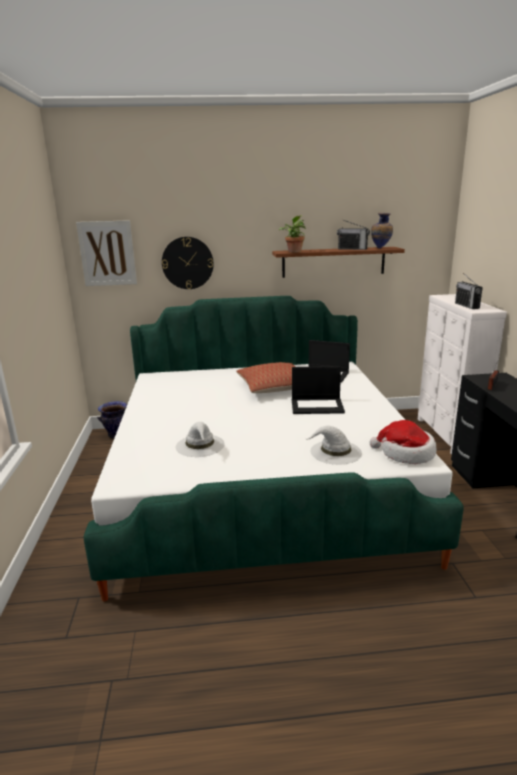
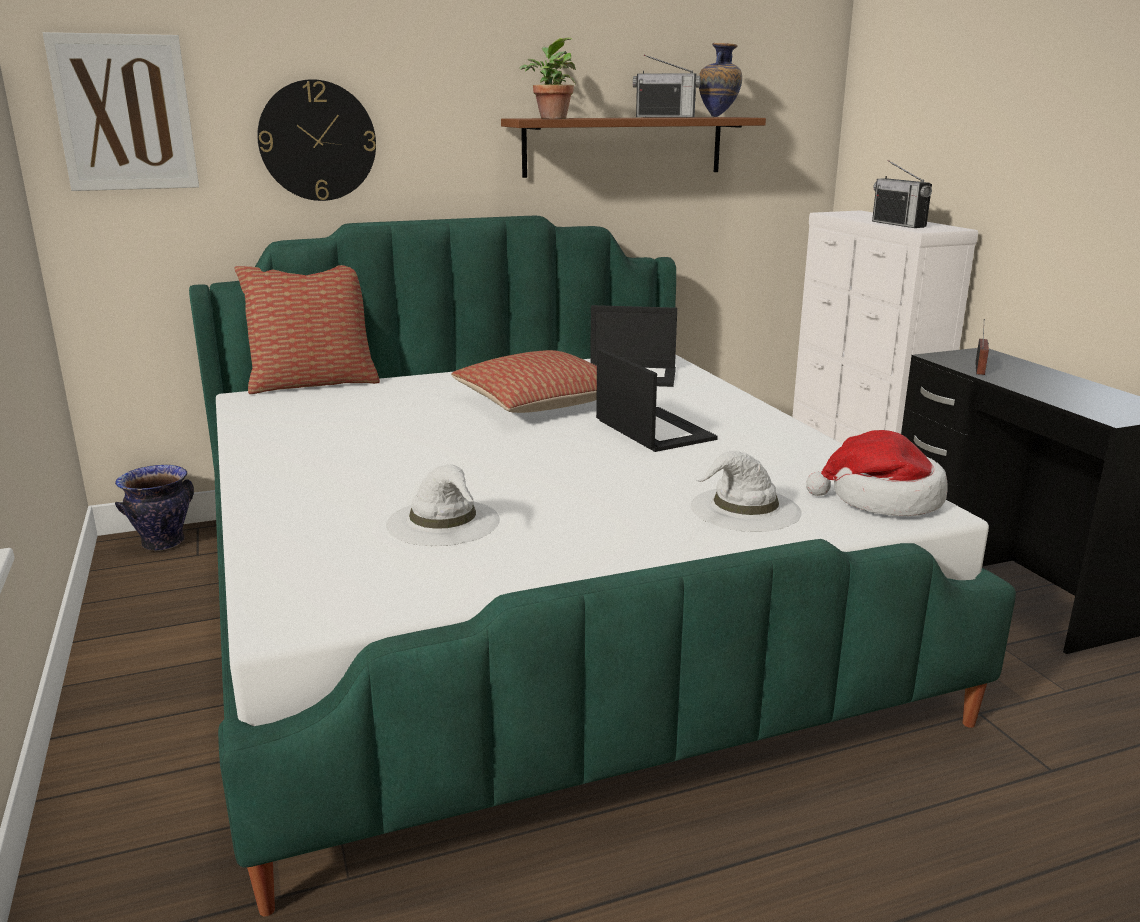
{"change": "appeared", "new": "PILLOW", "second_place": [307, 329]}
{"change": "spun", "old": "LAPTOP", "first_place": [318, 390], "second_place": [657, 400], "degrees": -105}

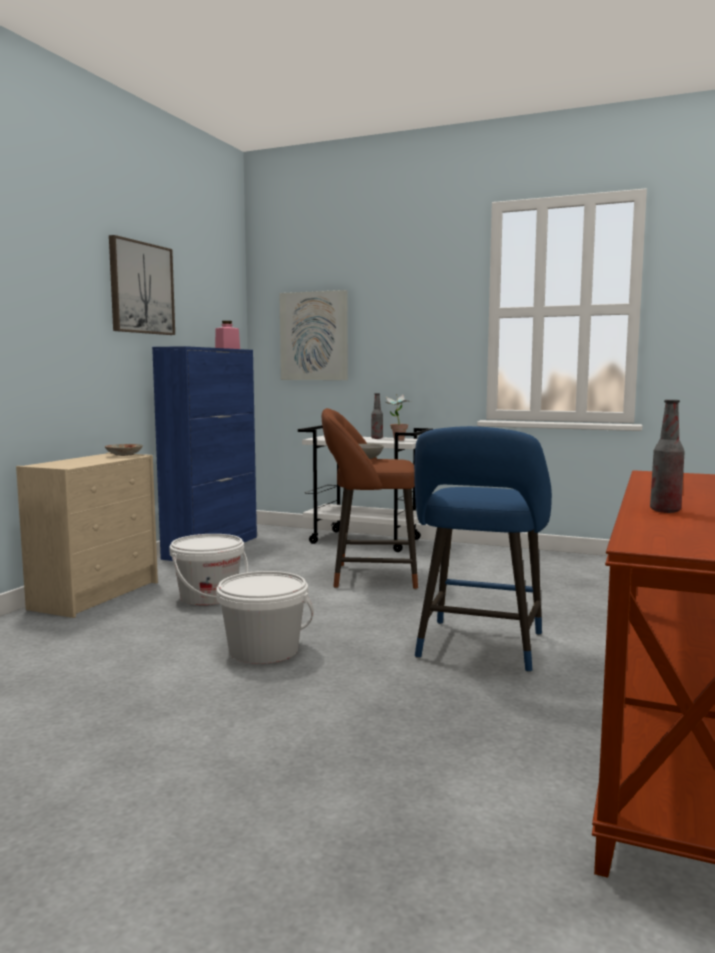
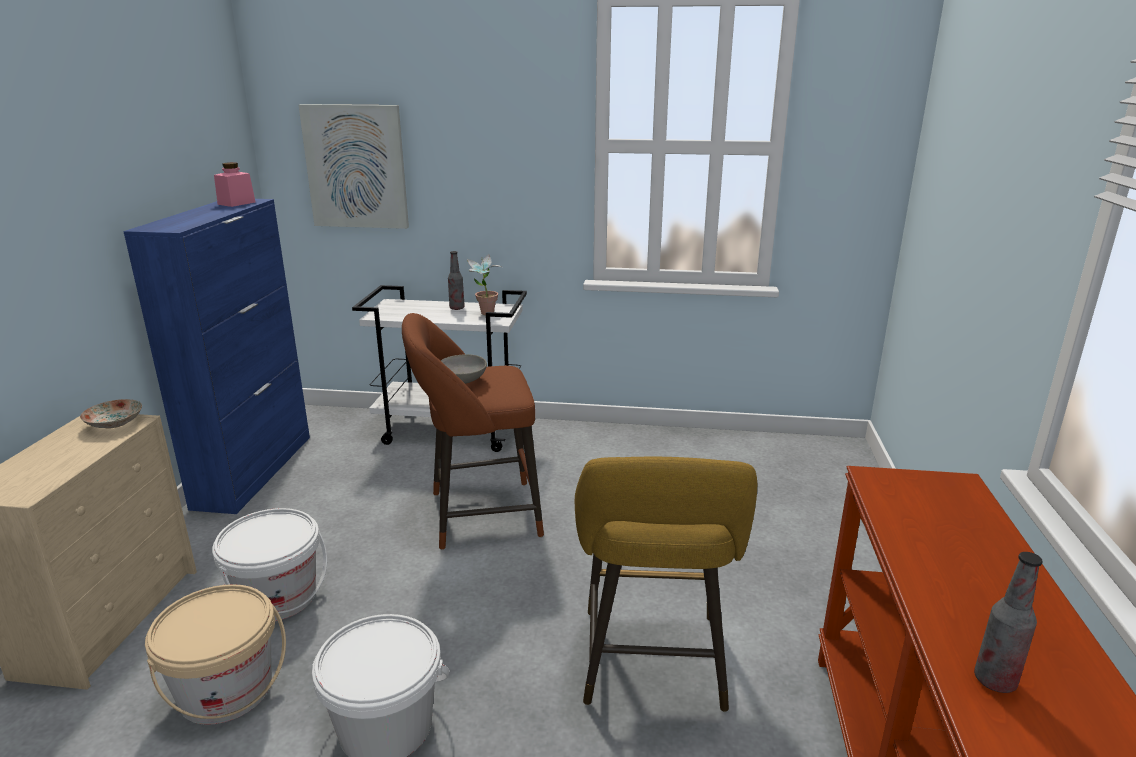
{"change": "missing", "old": "PICTURE", "first_place": [142, 285]}
{"change": "appeared", "new": "BEIGE BUCKET", "second_place": [215, 654]}
{"change": "colour", "old": "BLUE STOOL", "new": "YELLOW STOOL", "first_place": [483, 549], "second_place": [666, 584]}

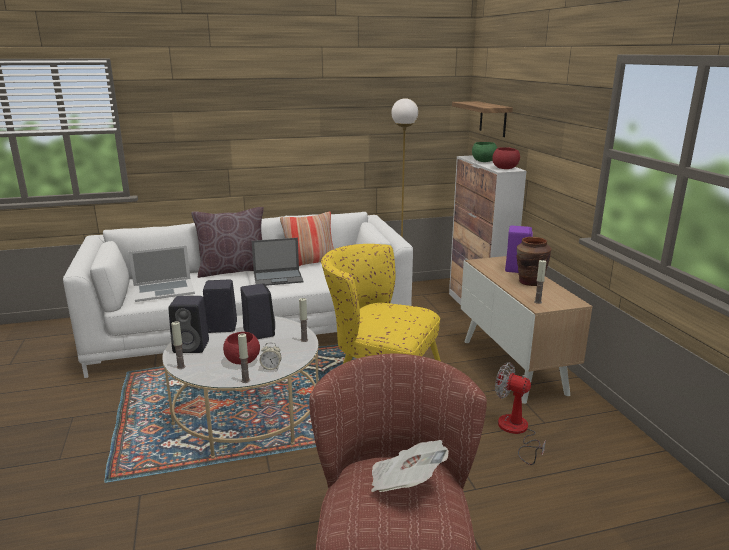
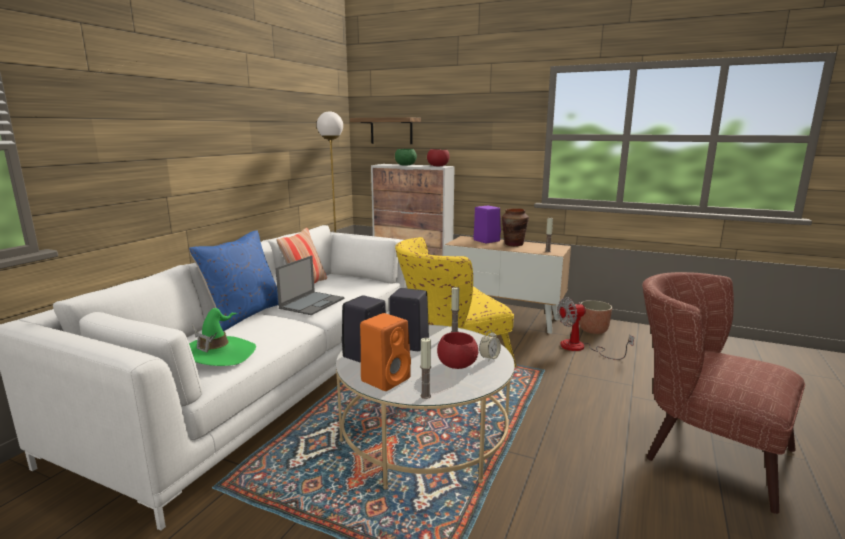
{"change": "missing", "old": "CANDLE", "first_place": [244, 358]}
{"change": "missing", "old": "NEWSPAPER", "first_place": [410, 466]}
{"change": "appeared", "new": "PLANTER", "second_place": [595, 317]}
{"change": "exchanged", "old": "LAPTOP", "new": "GREEN HAT", "first_place": [162, 274], "second_place": [222, 337]}
{"change": "colour", "old": "BLACK SPEAKER", "new": "ORANGE SPEAKER", "first_place": [189, 324], "second_place": [385, 352]}
{"change": "colour", "old": "BROWN PILLOW", "new": "BLUE PILLOW", "first_place": [227, 242], "second_place": [233, 280]}

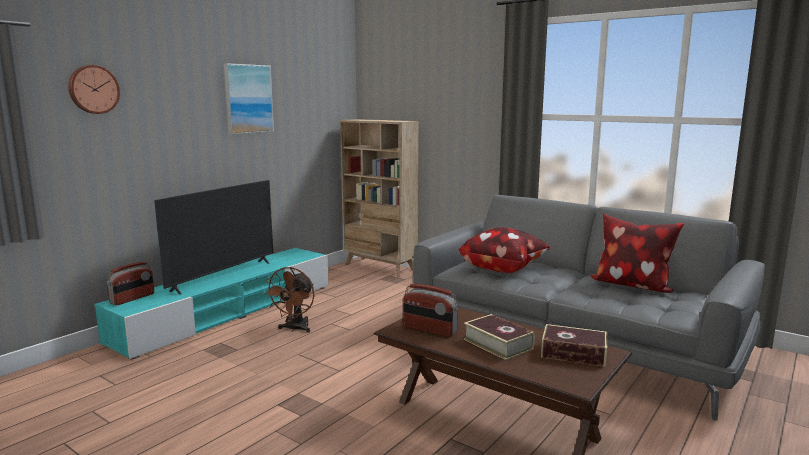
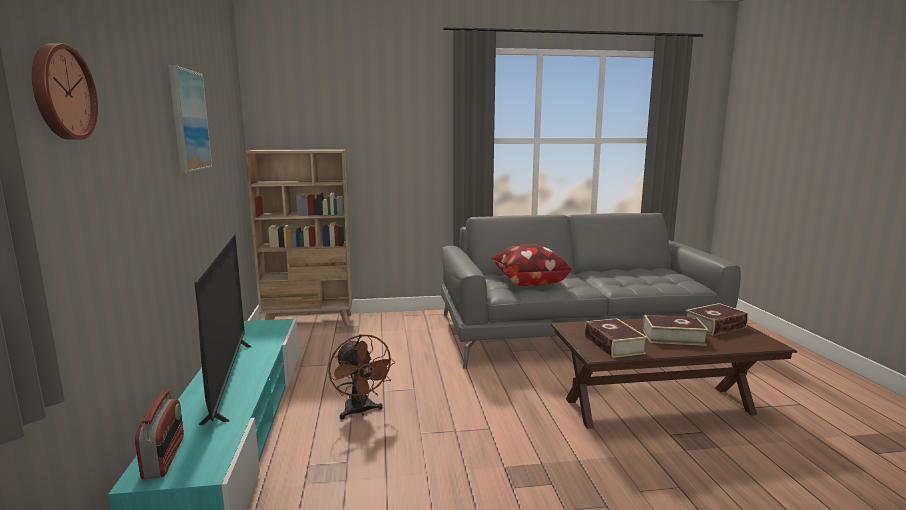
{"change": "missing", "old": "PILLOW", "first_place": [637, 253]}
{"change": "exchanged", "old": "RADIO", "new": "BOOK", "first_place": [431, 310], "second_place": [616, 338]}

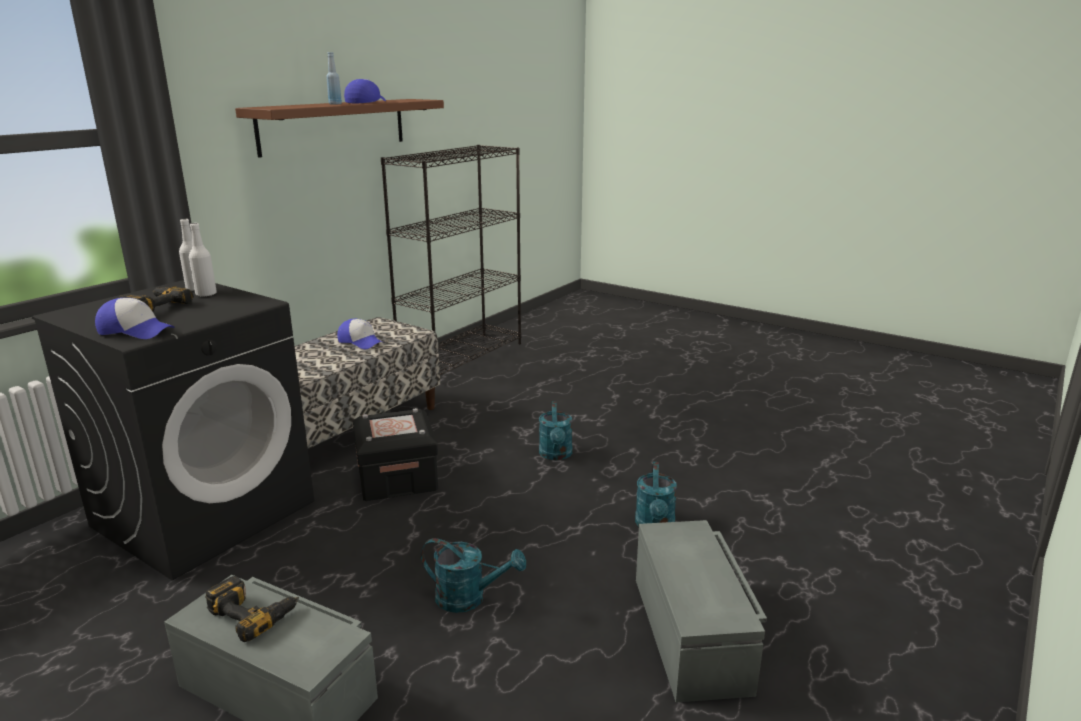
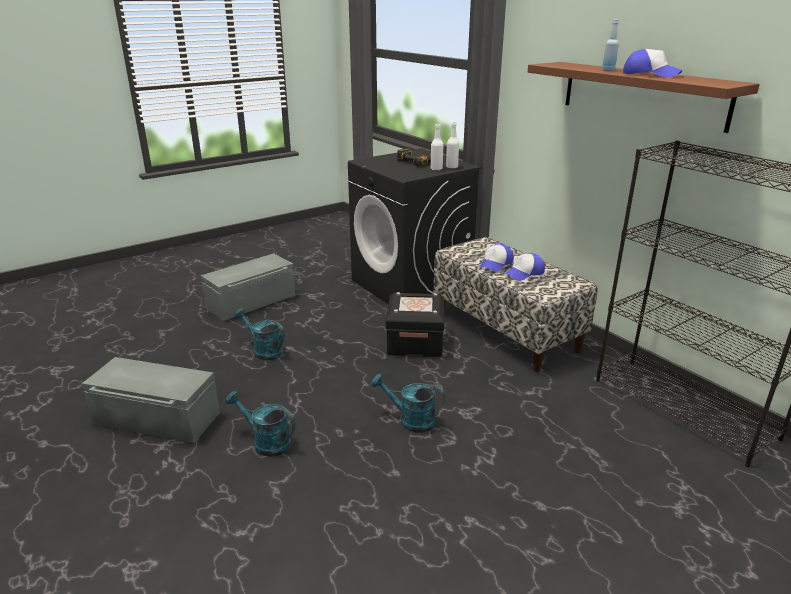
{"change": "missing", "old": "POWER DRILL", "first_place": [252, 609]}
{"change": "relocated", "old": "CAP", "first_place": [134, 318], "second_place": [496, 258]}
{"change": "spun", "old": "TURQUOISE WATERING CAN", "first_place": [473, 575], "second_place": [260, 334], "degrees": 90}

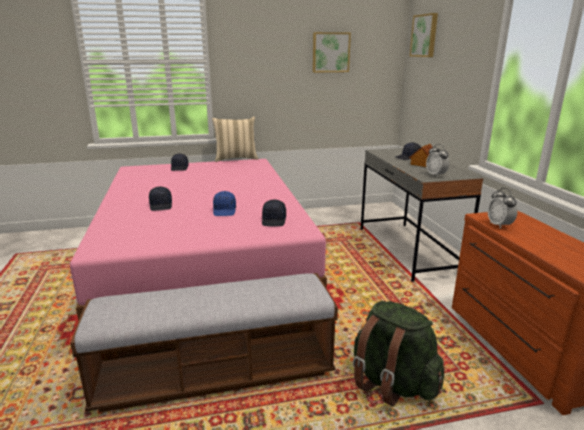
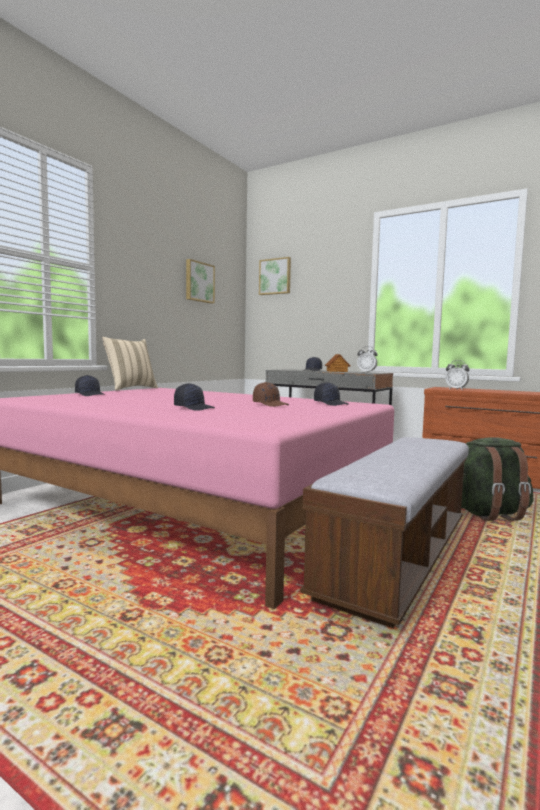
{"change": "colour", "old": "BLUE CAP", "new": "BROWN CAP", "first_place": [224, 203], "second_place": [271, 394]}

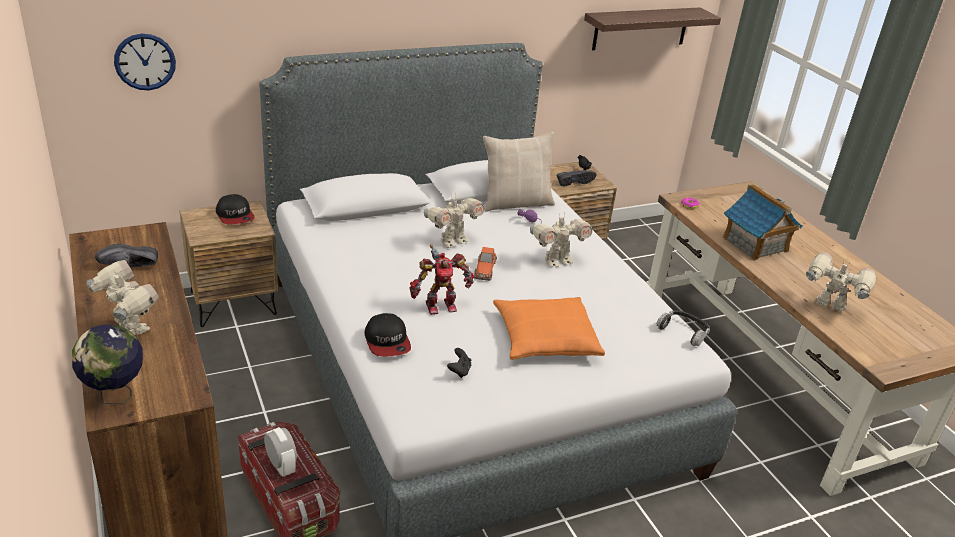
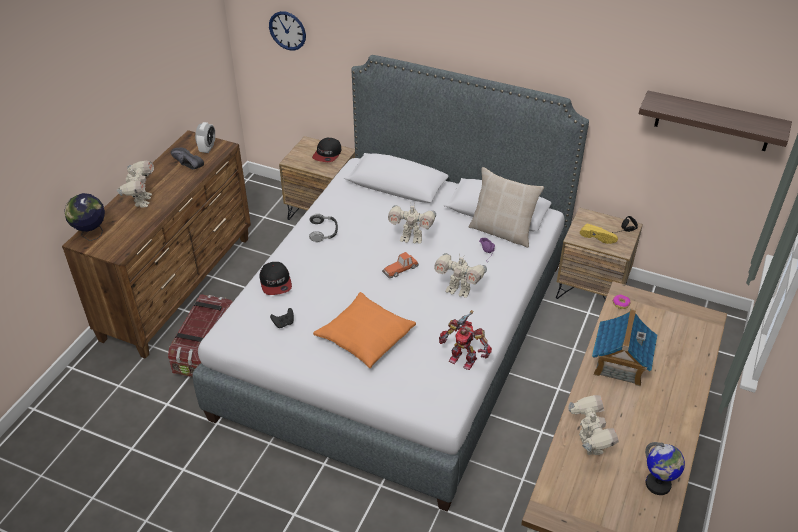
{"change": "appeared", "new": "GLOBE", "second_place": [665, 468]}
{"change": "relocated", "old": "ALARM CLOCK", "first_place": [280, 452], "second_place": [205, 137]}
{"change": "relocated", "old": "TOY ROBOT", "first_place": [442, 279], "second_place": [465, 340]}
{"change": "relocated", "old": "HEADPHONES", "first_place": [683, 328], "second_place": [323, 228]}
{"change": "colour", "old": "BLACK SHOE", "new": "YELLOW SHOE", "first_place": [577, 178], "second_place": [599, 234]}
{"change": "spun", "old": "CAP", "first_place": [387, 335], "second_place": [275, 278], "degrees": -45}

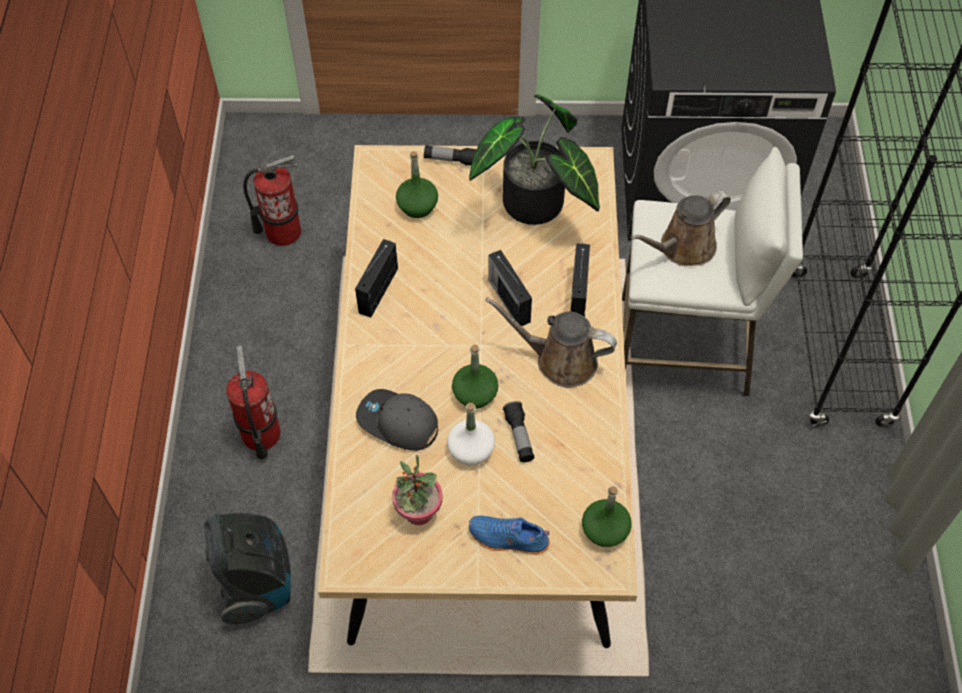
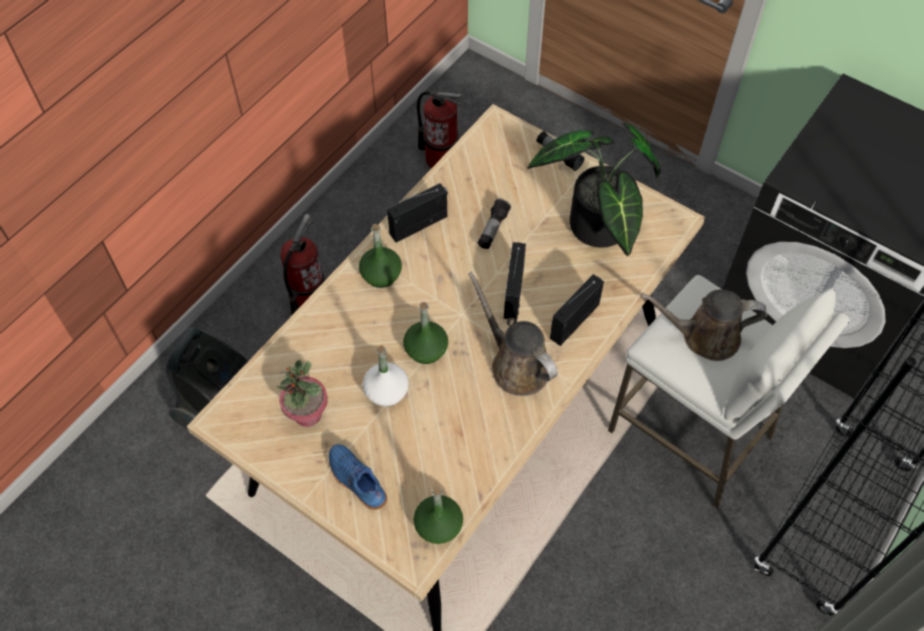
{"change": "missing", "old": "GREY CAP", "first_place": [397, 420]}
{"change": "relocated", "old": "GREEN BOTTLE", "first_place": [417, 184], "second_place": [380, 256]}
{"change": "relocated", "old": "FLASHLIGHT", "first_place": [518, 431], "second_place": [494, 224]}

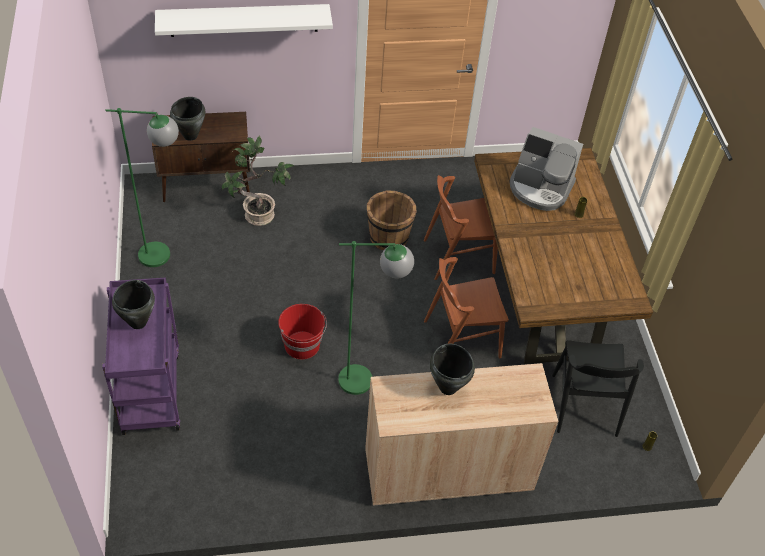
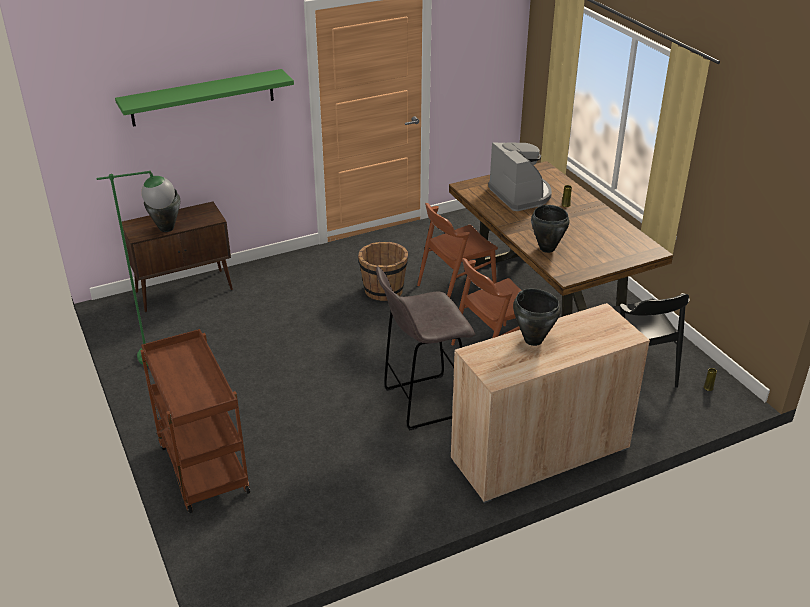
{"change": "missing", "old": "POTTED PLANT", "first_place": [258, 181]}
{"change": "missing", "old": "RED BUCKET", "first_place": [302, 331]}
{"change": "relocated", "old": "BLACK COOKING POT", "first_place": [133, 304], "second_place": [550, 229]}
{"change": "exchanged", "old": "GREEN FLOOR LAMP", "new": "GREY STOOL", "first_place": [376, 318], "second_place": [425, 349]}
{"change": "colour", "old": "PURPLE CART", "new": "BROWN CART", "first_place": [141, 356], "second_place": [195, 421]}
{"change": "colour", "old": "WHITE SHELF", "new": "GREEN SHELF", "first_place": [244, 20], "second_place": [204, 97]}
{"change": "spun", "old": "COFFEE MACHINE", "first_place": [546, 169], "second_place": [520, 176], "degrees": -120}

